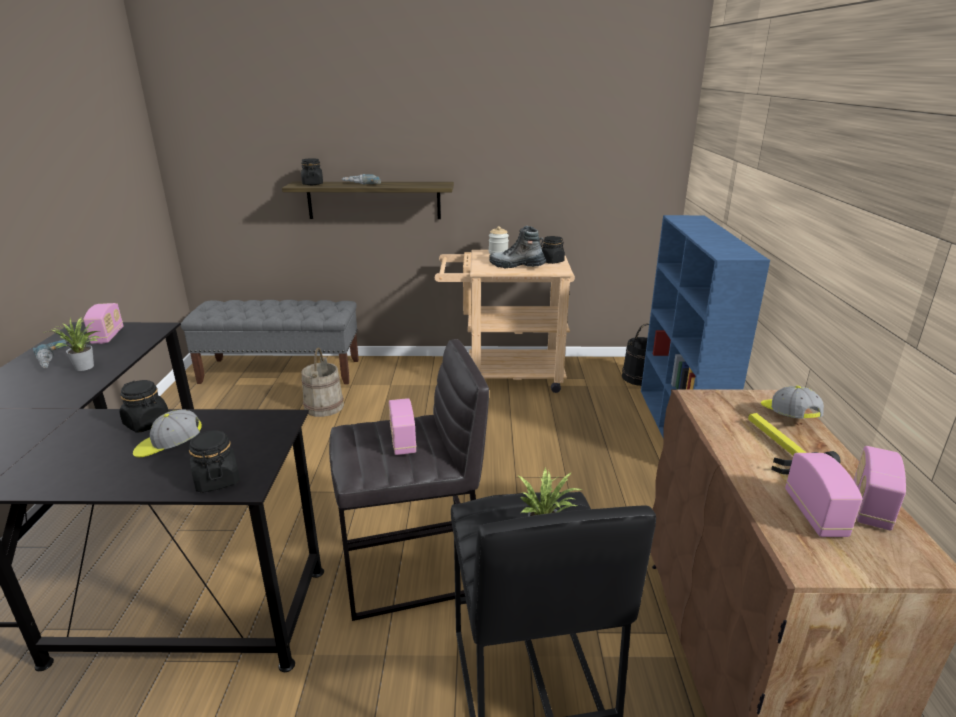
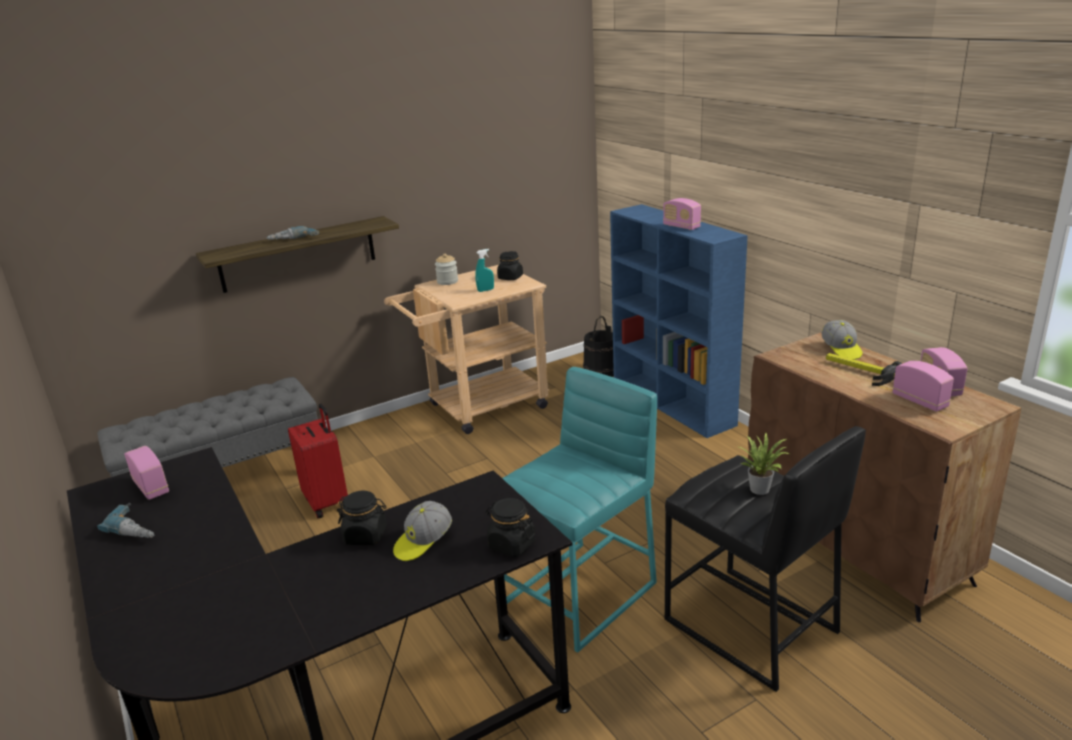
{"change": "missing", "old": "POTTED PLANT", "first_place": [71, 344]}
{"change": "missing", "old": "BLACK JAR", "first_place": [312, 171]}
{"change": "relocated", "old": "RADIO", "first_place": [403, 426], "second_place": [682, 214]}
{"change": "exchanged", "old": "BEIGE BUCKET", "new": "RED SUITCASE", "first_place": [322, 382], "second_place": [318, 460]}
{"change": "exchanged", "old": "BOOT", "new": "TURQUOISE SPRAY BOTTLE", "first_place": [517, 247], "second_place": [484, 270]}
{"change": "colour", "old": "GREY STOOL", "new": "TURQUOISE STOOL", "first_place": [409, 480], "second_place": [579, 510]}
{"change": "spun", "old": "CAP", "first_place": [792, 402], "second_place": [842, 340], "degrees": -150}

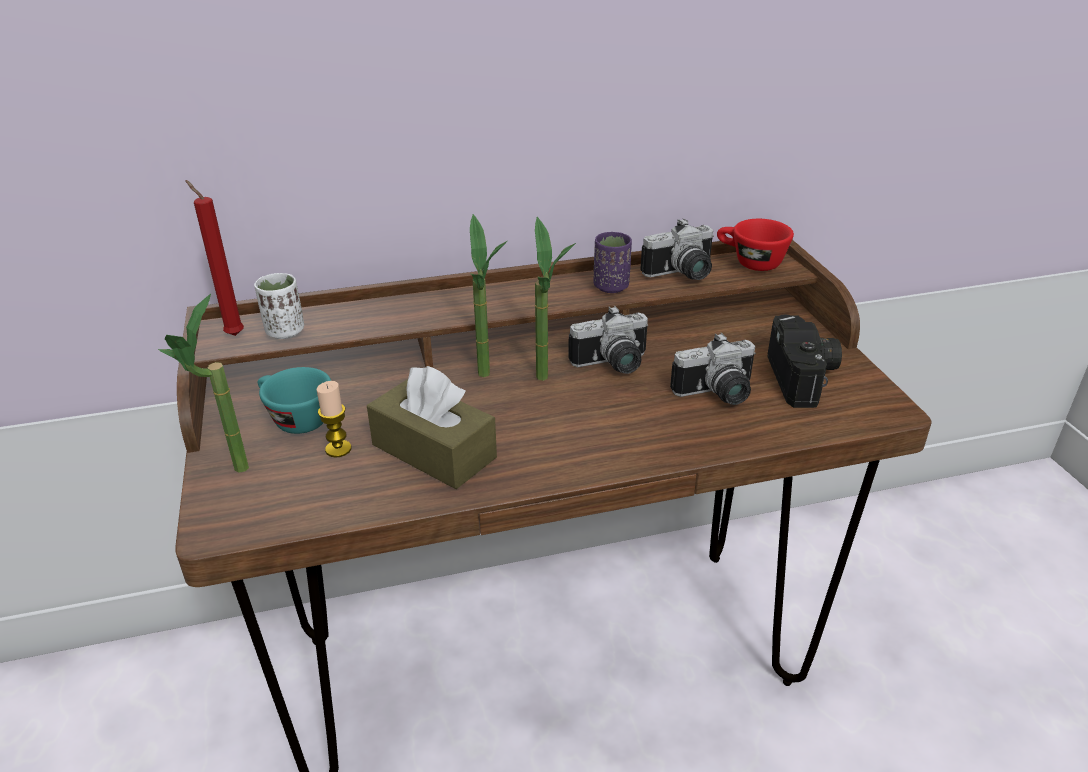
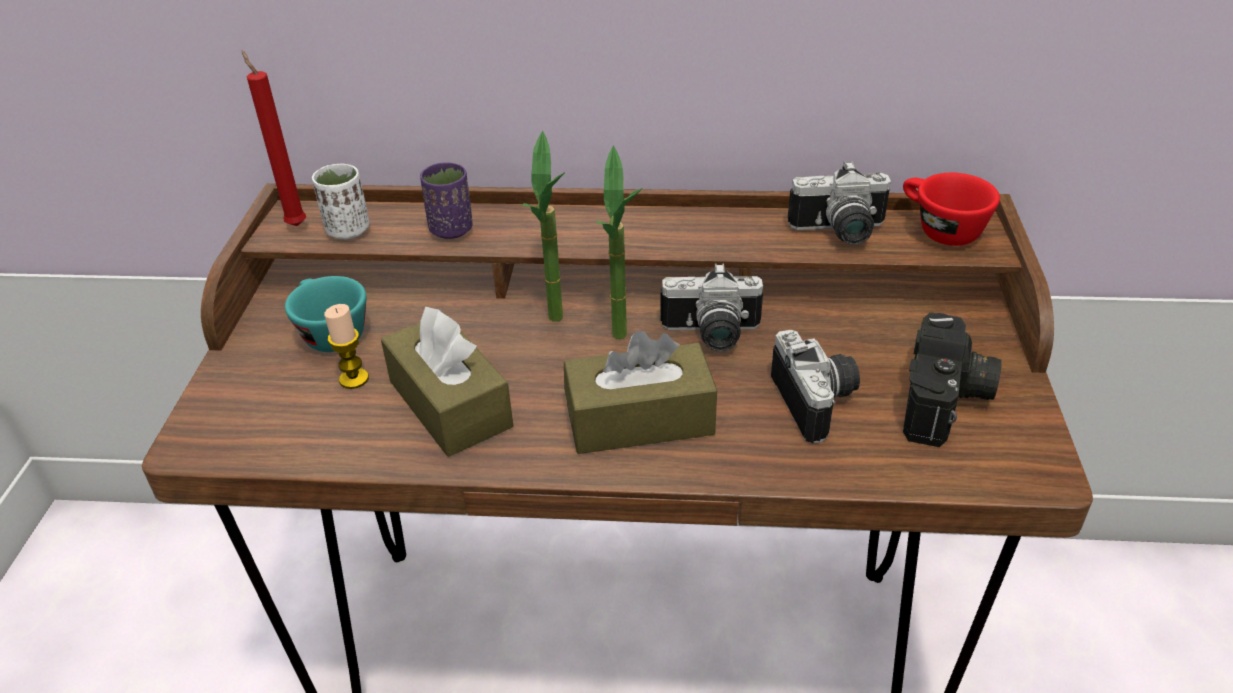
{"change": "missing", "old": "POTTED PLANT", "first_place": [203, 383]}
{"change": "appeared", "new": "BROWN TISSUE BOX", "second_place": [640, 392]}
{"change": "relocated", "old": "PURPLE CUP", "first_place": [612, 262], "second_place": [446, 200]}
{"change": "spun", "old": "PHOTO CAMERA", "first_place": [713, 369], "second_place": [815, 387], "degrees": -105}

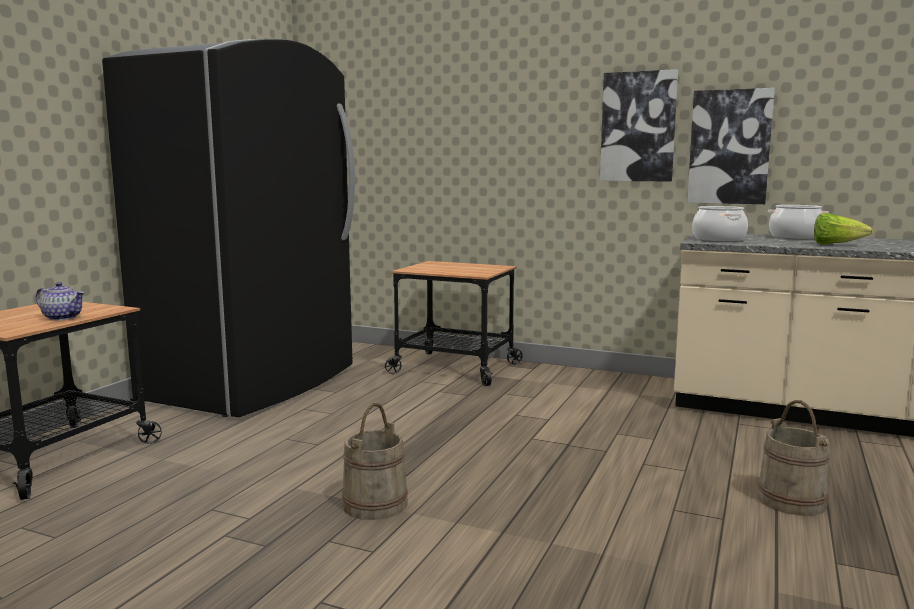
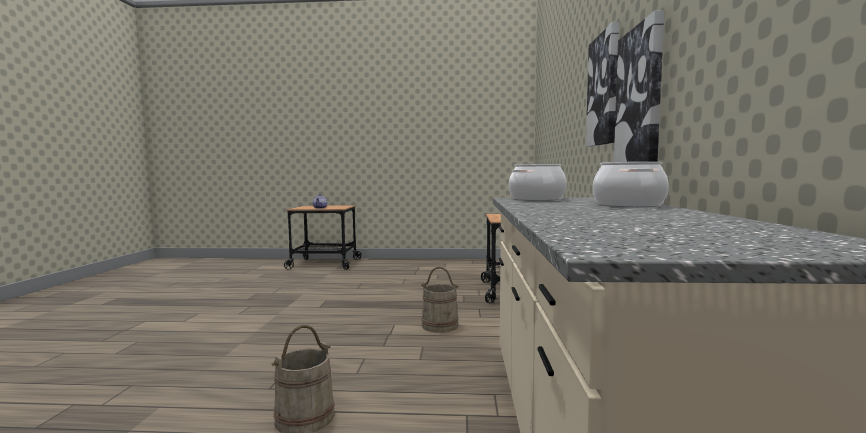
{"change": "missing", "old": "BLACK FRIDGE", "first_place": [228, 228]}
{"change": "missing", "old": "LETTUCE", "first_place": [843, 229]}
{"change": "relocated", "old": "BEIGE BUCKET", "first_place": [375, 461], "second_place": [440, 299]}

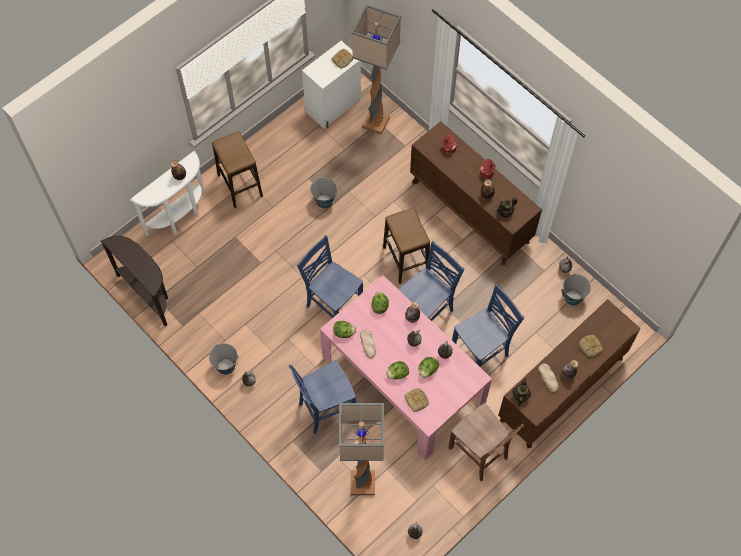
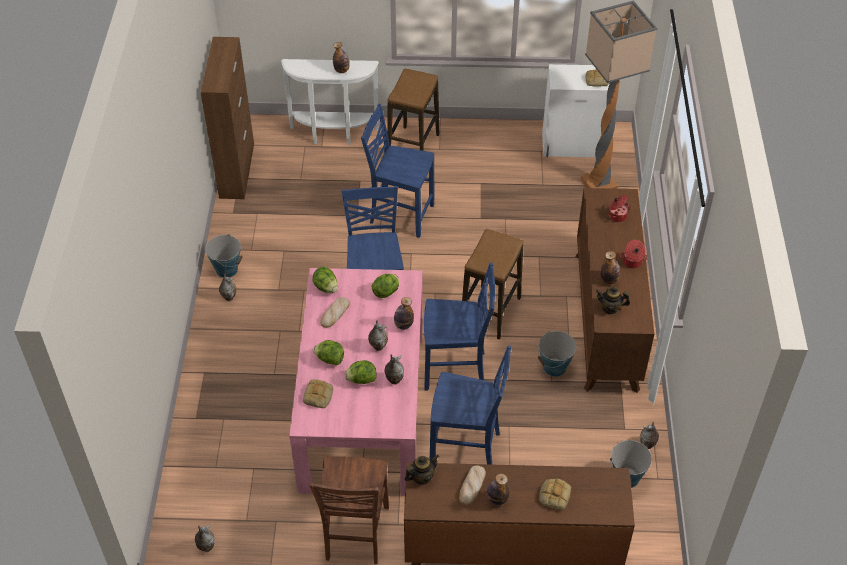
{"change": "missing", "old": "FLOOR LAMP", "first_place": [361, 449]}
{"change": "relocated", "old": "BLUE CHAIR", "first_place": [322, 397], "second_place": [397, 171]}
{"change": "relocated", "old": "BUCKET", "first_place": [323, 192], "second_place": [557, 354]}
{"change": "exchanged", "old": "BROWN CONSOLE TABLE", "new": "BROWN CABINET", "first_place": [134, 281], "second_place": [227, 118]}

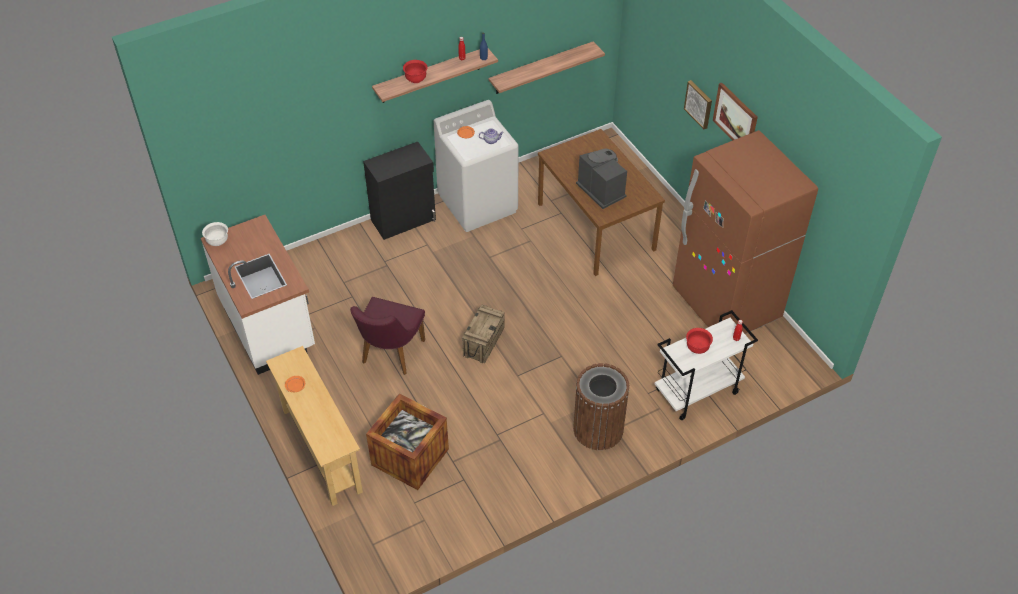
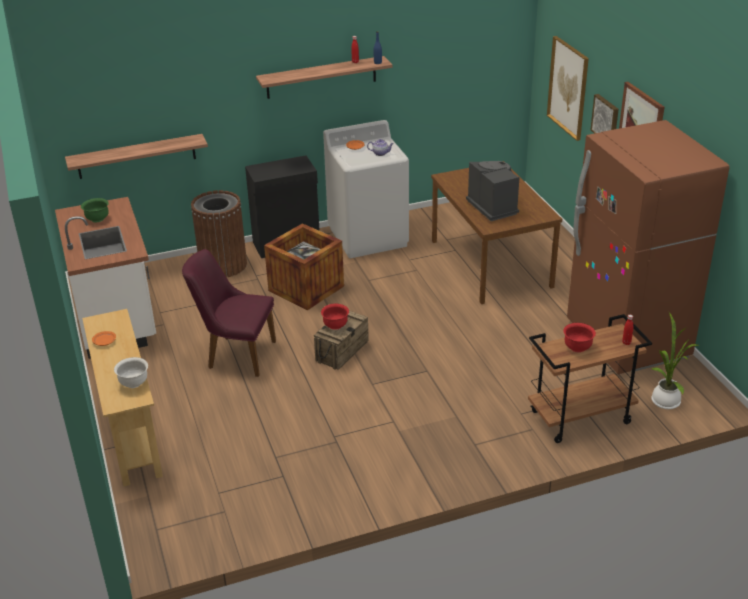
{"change": "appeared", "new": "GREEN BOWL", "second_place": [95, 210]}
{"change": "appeared", "new": "PICTURE", "second_place": [568, 88]}
{"change": "appeared", "new": "POTTED PLANT", "second_place": [674, 360]}
{"change": "relocated", "old": "WHITE BOWL", "first_place": [215, 234], "second_place": [131, 372]}
{"change": "relocated", "old": "CRATE", "first_place": [407, 441], "second_place": [304, 266]}
{"change": "relocated", "old": "RED BOWL", "first_place": [415, 71], "second_place": [335, 317]}
{"change": "relocated", "old": "SHELF", "first_place": [546, 67], "second_place": [136, 156]}
{"change": "relocated", "old": "BROWN TRASH CAN", "first_place": [601, 406], "second_place": [219, 233]}
{"change": "colour", "old": "WHITE CART", "new": "BROWN CART", "first_place": [706, 365], "second_place": [590, 378]}
{"change": "spun", "old": "PURPLE CHAIR", "first_place": [387, 336], "second_place": [229, 313], "degrees": 75}

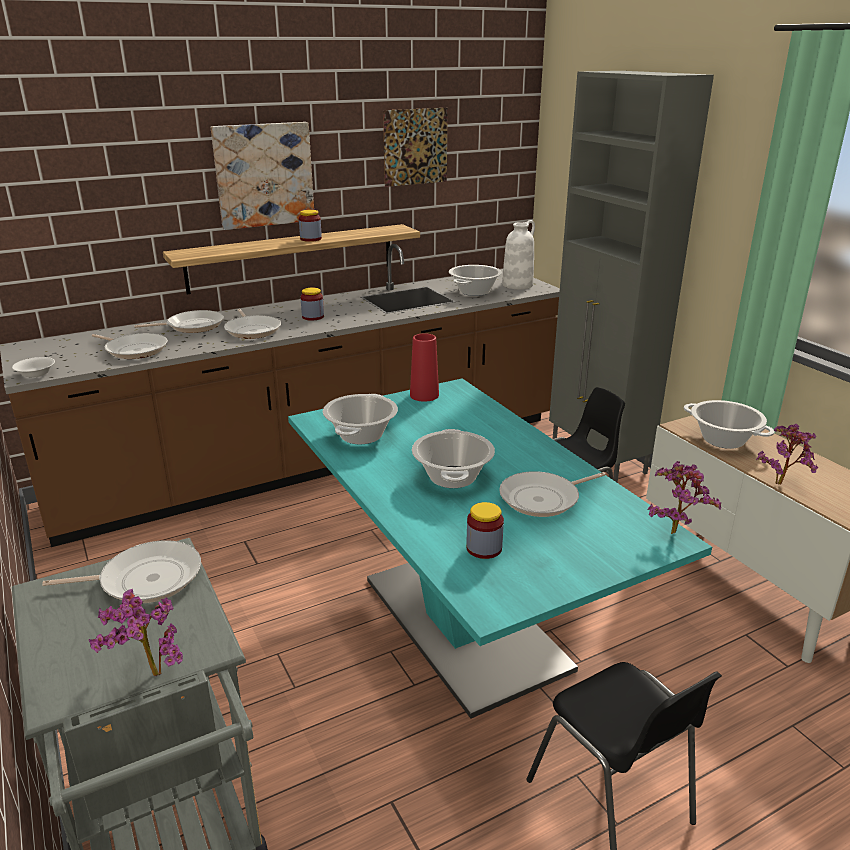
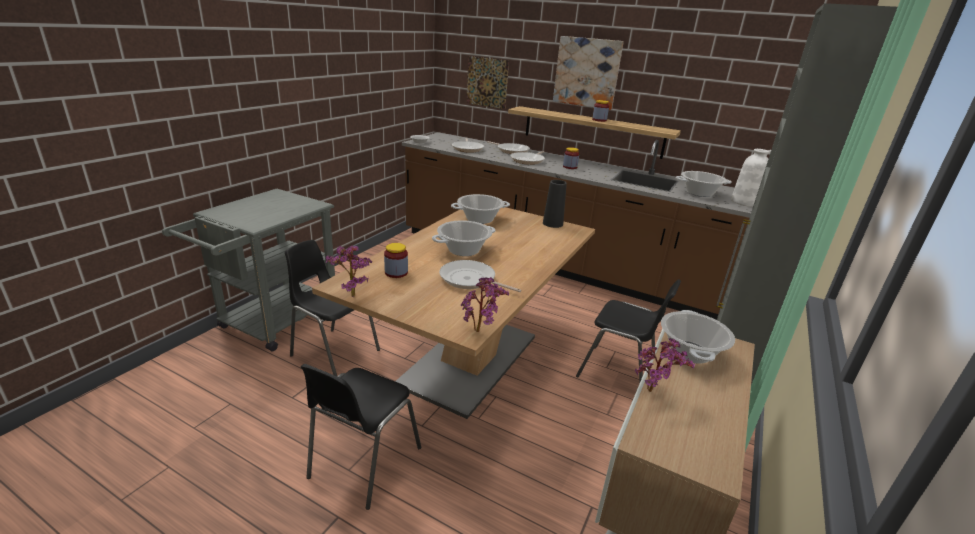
{"change": "missing", "old": "FRYING PAN", "first_place": [121, 571]}
{"change": "appeared", "new": "BLACK CHAIR", "second_place": [332, 308]}
{"change": "relocated", "old": "POTTED PLANT", "first_place": [136, 632], "second_place": [349, 272]}
{"change": "relocated", "old": "PICTURE", "first_place": [415, 147], "second_place": [487, 82]}
{"change": "colour", "old": "TURQUOISE DINING TABLE", "new": "BROWN DINING TABLE", "first_place": [500, 548], "second_place": [453, 313]}
{"change": "colour", "old": "RED VASE", "new": "BLACK VASE", "first_place": [424, 367], "second_place": [555, 204]}

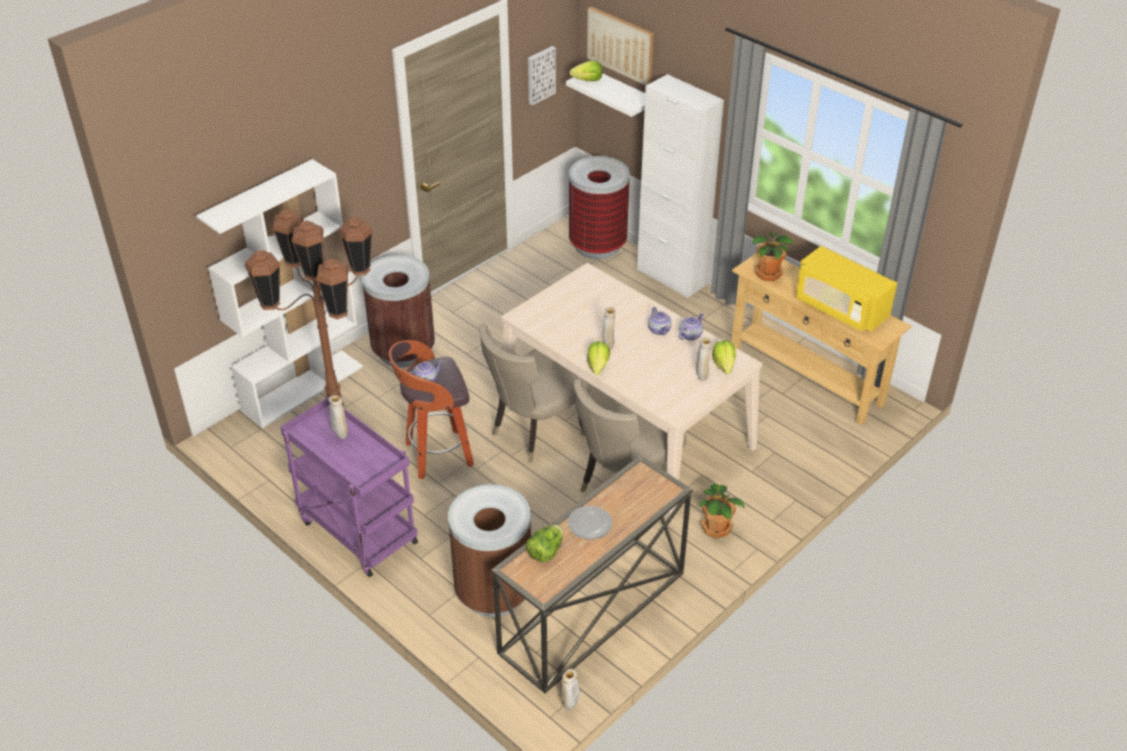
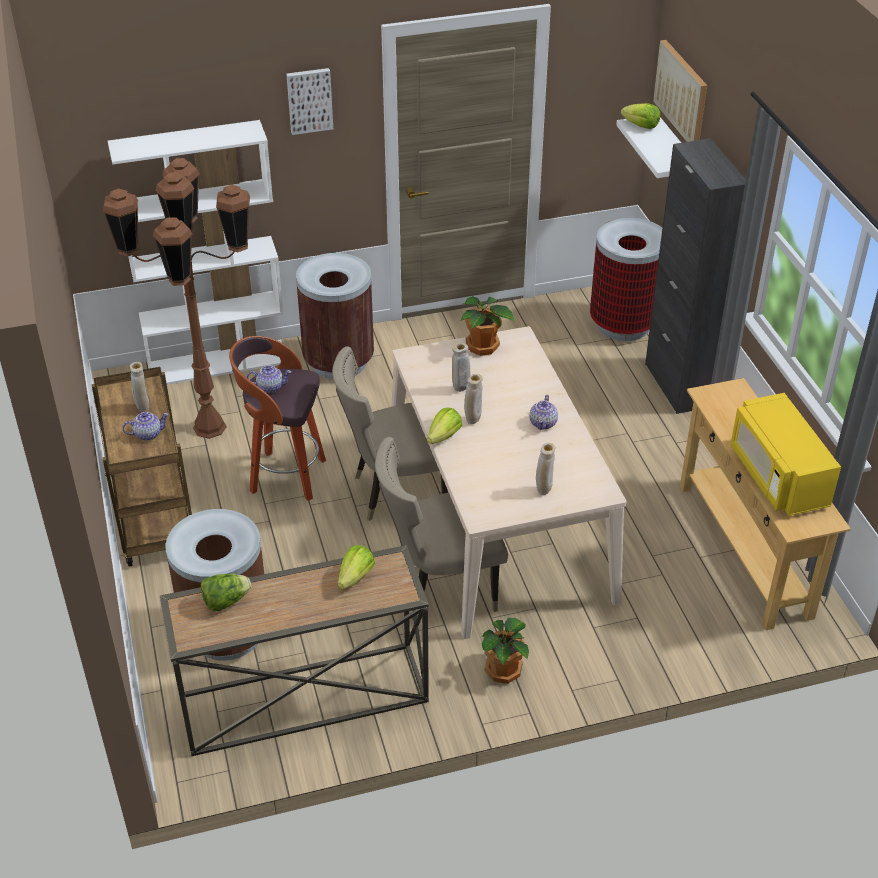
{"change": "missing", "old": "PLATE", "first_place": [590, 522]}
{"change": "relocated", "old": "PICTURE", "first_place": [542, 75], "second_place": [309, 101]}
{"change": "relocated", "old": "BEIGE VASE", "first_place": [570, 689], "second_place": [461, 367]}
{"change": "relocated", "old": "TEAPOT", "first_place": [691, 326], "second_place": [145, 426]}
{"change": "relocated", "old": "LETTUCE", "first_place": [724, 357], "second_place": [356, 567]}
{"change": "relocated", "old": "POTTED PLANT", "first_place": [773, 256], "second_place": [487, 326]}
{"change": "colour", "old": "PURPLE CART", "new": "BROWN CART", "first_place": [349, 487], "second_place": [141, 467]}
{"change": "colour", "old": "WHITE CABINET", "new": "BLACK CABINET", "first_place": [680, 186], "second_place": [695, 276]}

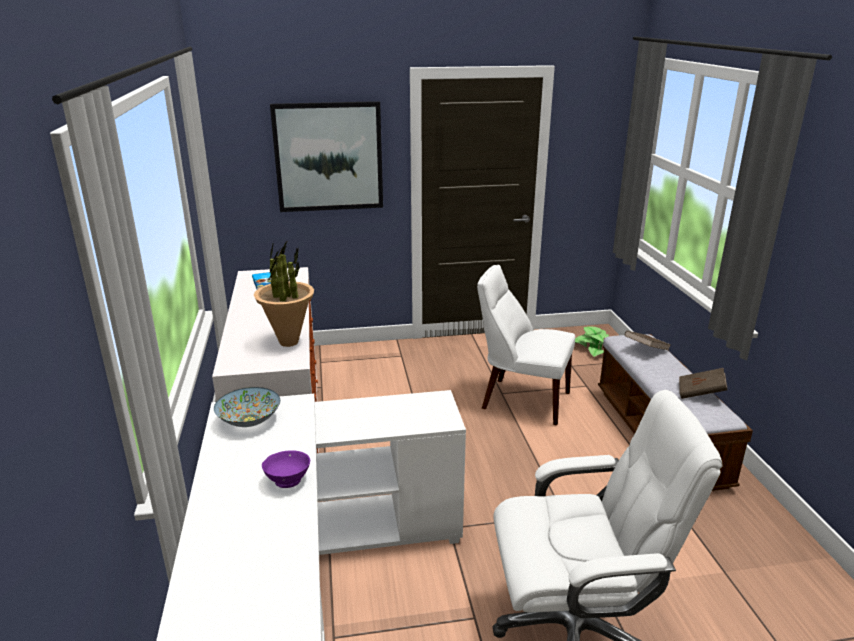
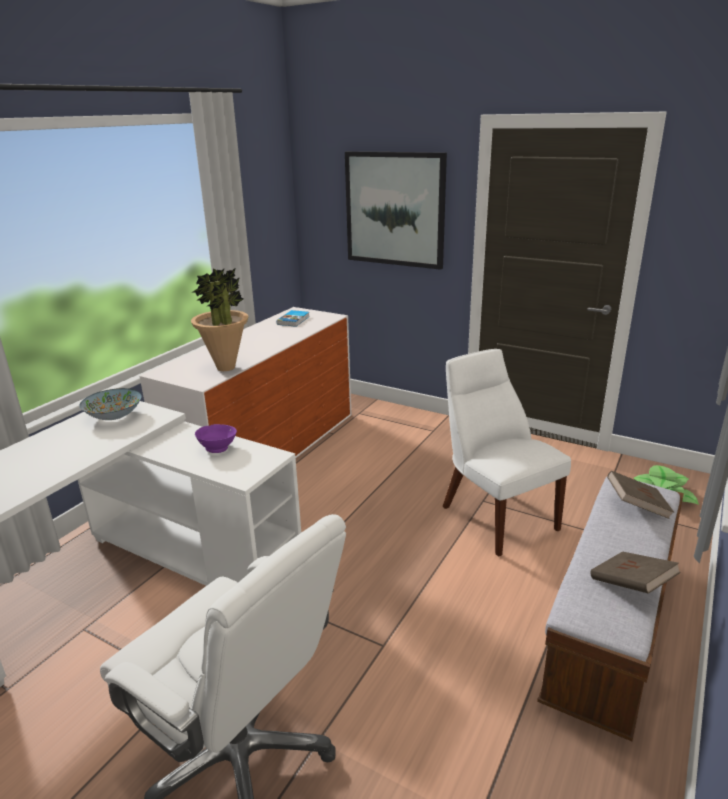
{"change": "relocated", "old": "PURPLE BOWL", "first_place": [286, 469], "second_place": [216, 438]}

